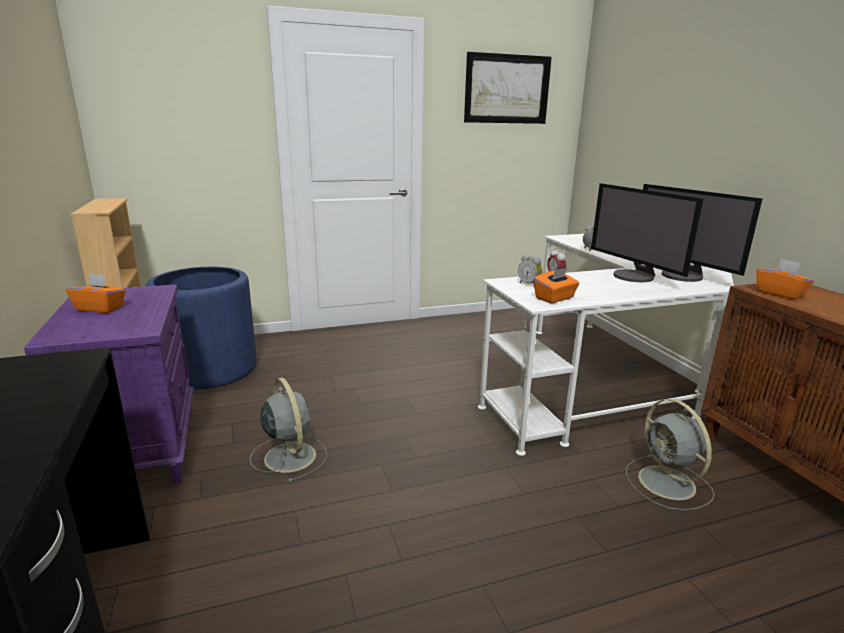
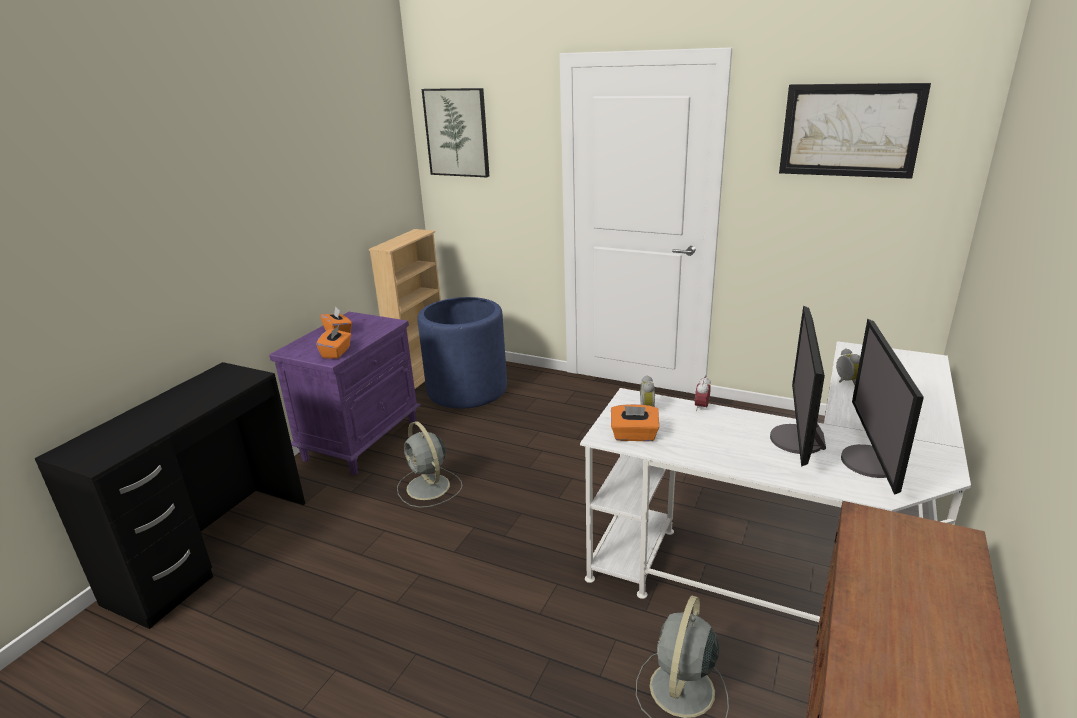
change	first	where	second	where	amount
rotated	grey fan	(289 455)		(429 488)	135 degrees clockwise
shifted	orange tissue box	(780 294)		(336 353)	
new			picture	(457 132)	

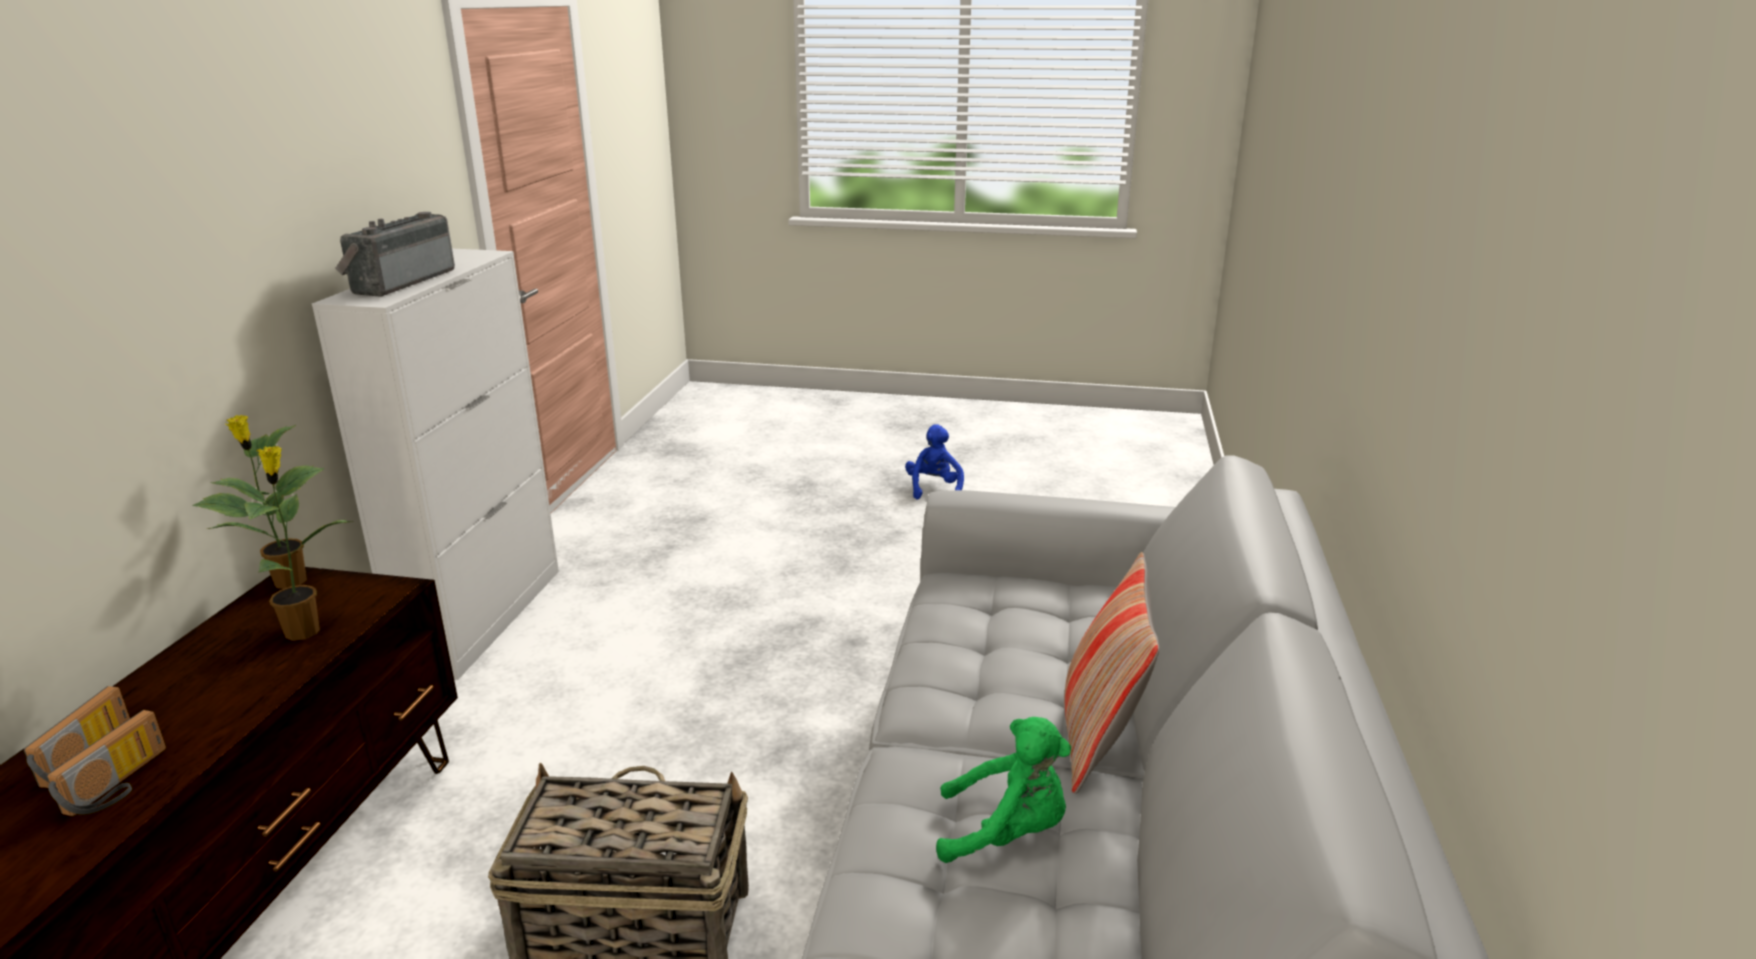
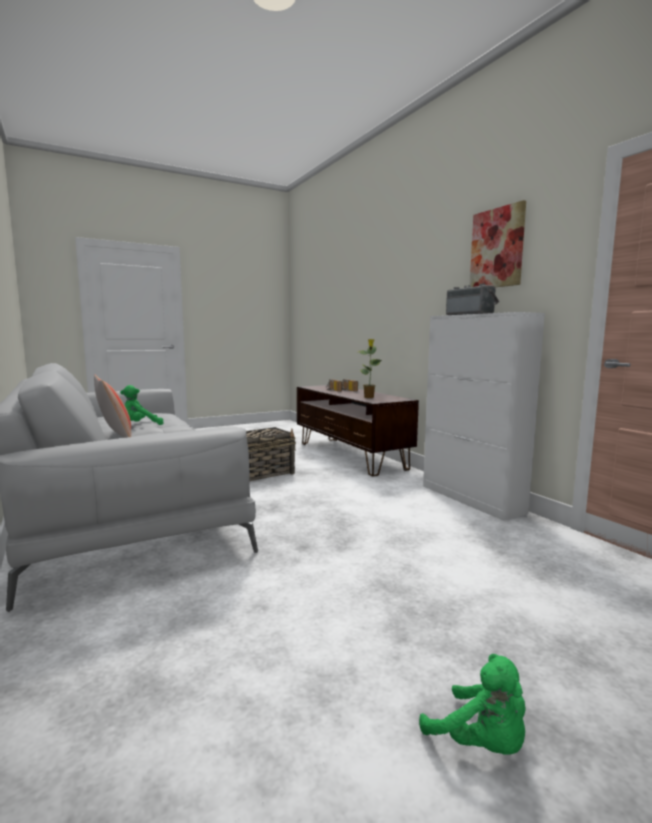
change	first	where	second	where	amount
gone	potted plant	(288 583)			
repainted	blue plush toy	(934 489)	green plush toy	(480 743)	
new			picture	(497 248)	

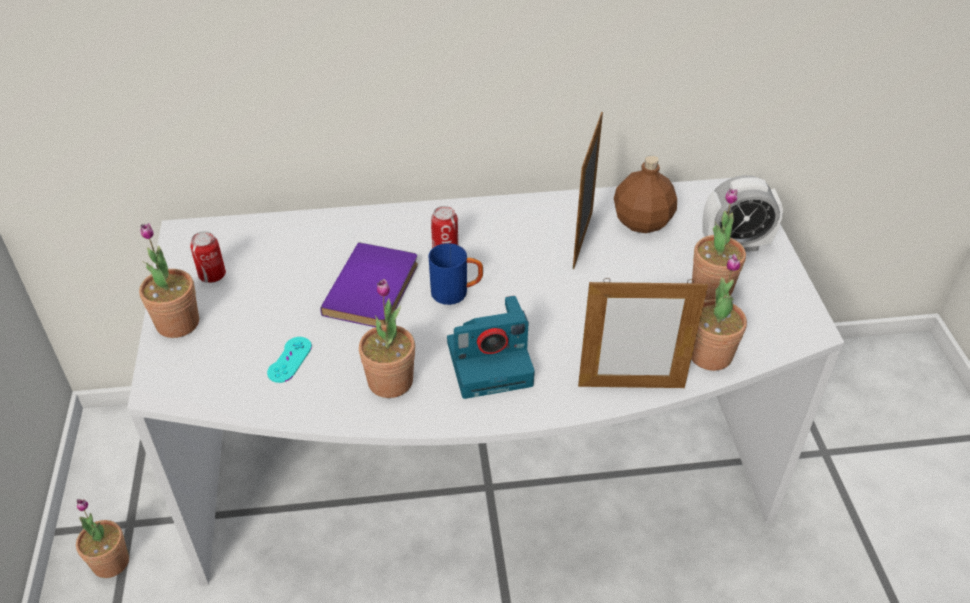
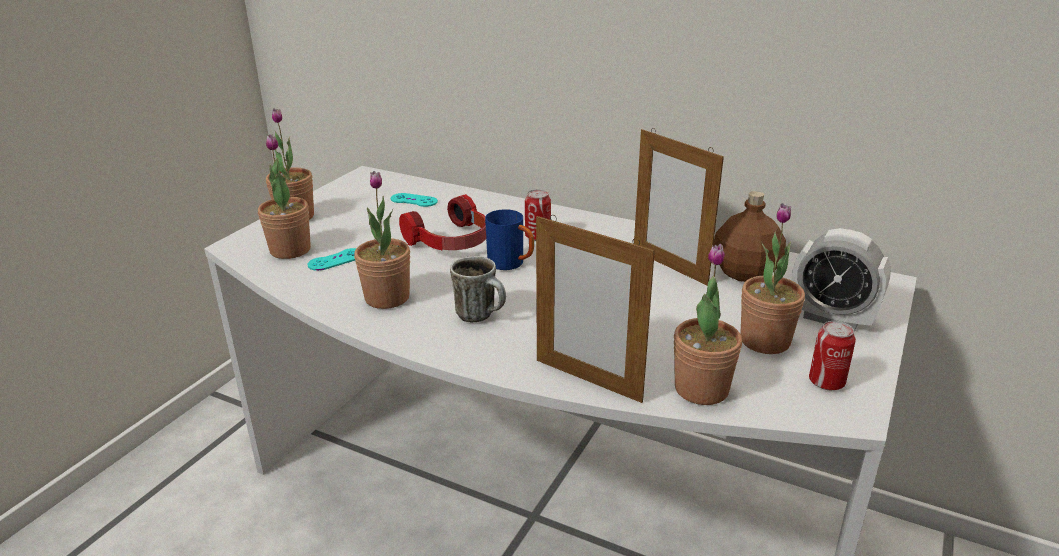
change	first	where	second	where	amount
shifted	potted plant	(111 562)		(290 250)	
shifted	can	(212 275)		(826 382)	
swapped	purple book	(375 289)	headphones	(451 242)	
swapped	photo camera	(491 362)	mug	(481 316)	
rotated	picture frame	(583 239)		(669 267)	90 degrees counterclockwise
new			turquoise game controller	(414 200)	

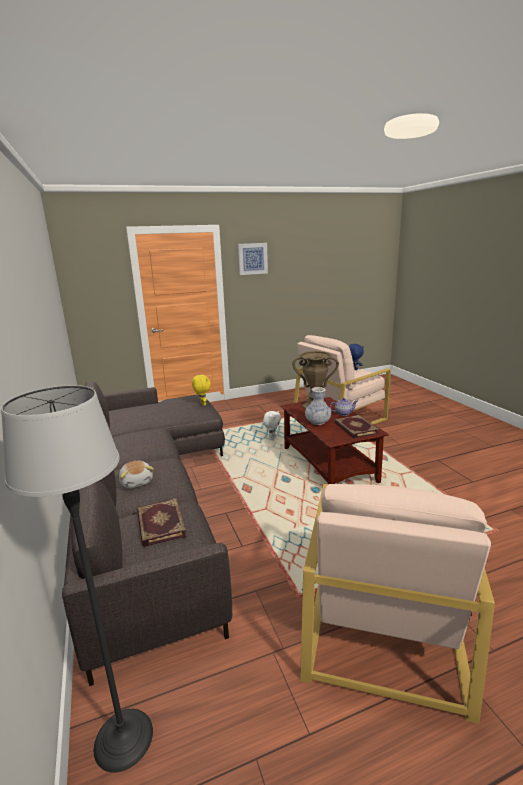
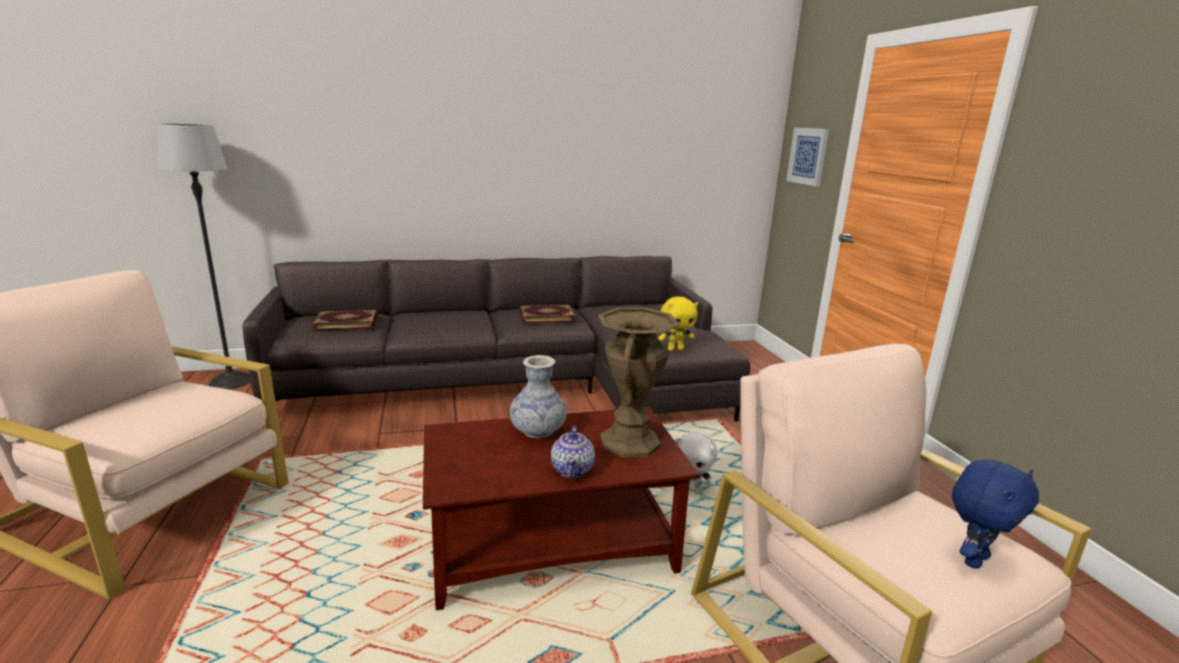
change	first	where	second	where	amount
gone	plush toy	(137 482)			
shifted	picture	(252 258)		(808 156)	
shifted	book	(355 428)		(546 316)	

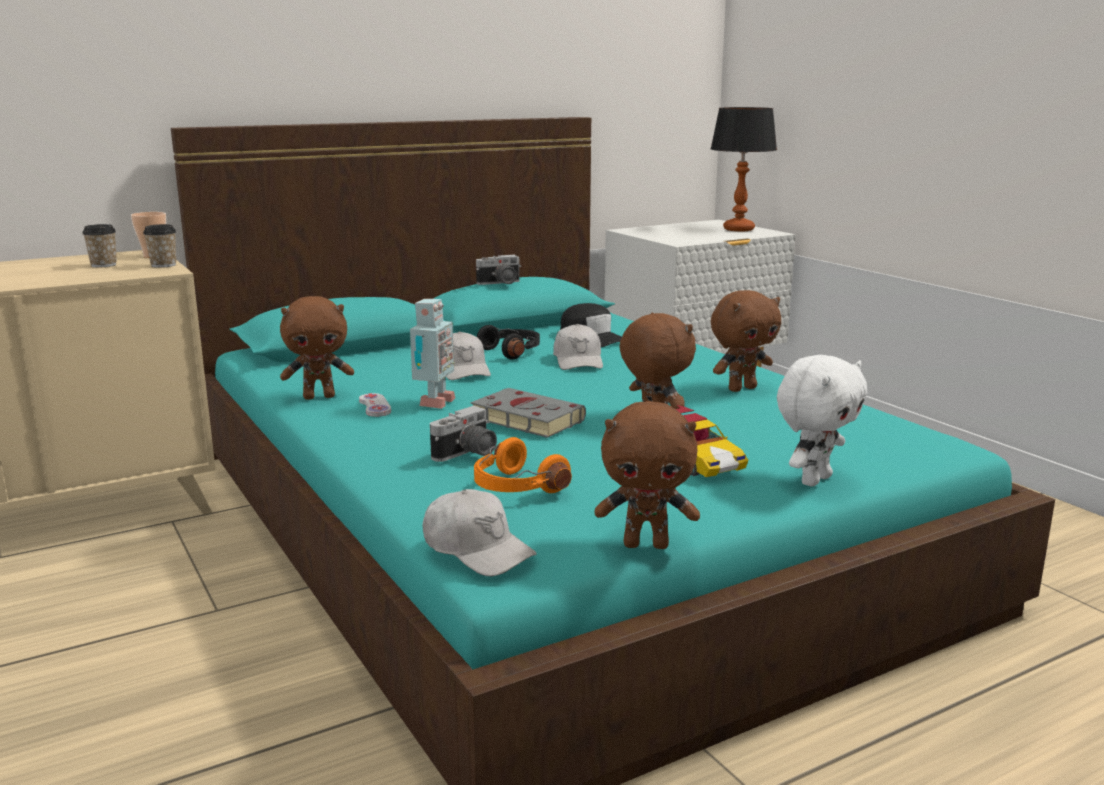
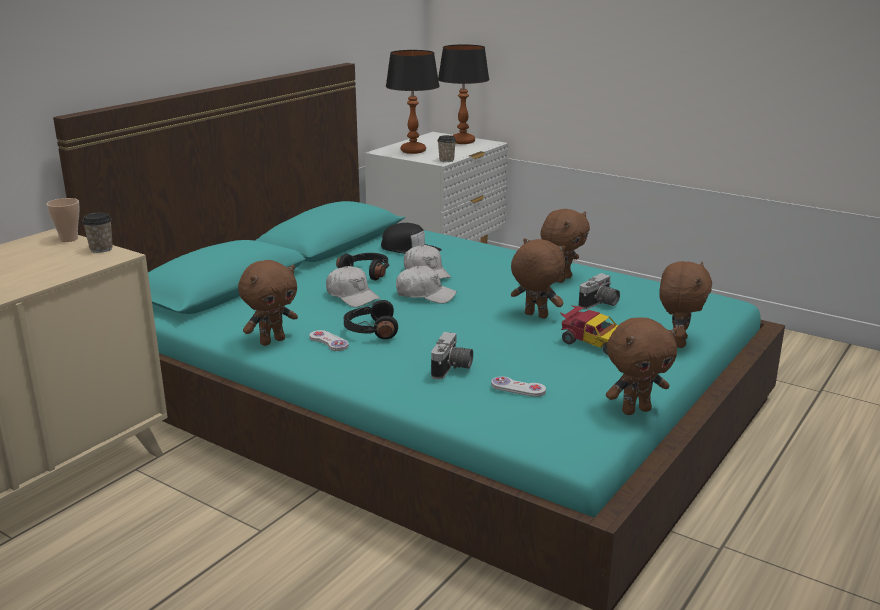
change	first	where	second	where	amount
shifted	cup	(103 265)		(446 160)	
swapped	toy robot	(433 403)	black headphones	(370 330)	
shifted	white cap	(477 549)		(425 295)	
gone	grey book	(524 419)			
swapped	orange headphones	(515 487)	white game controller	(518 388)	
shifted	photo camera	(500 283)		(600 304)	
repainted	white plush toy	(814 480)	brown plush toy	(678 342)	
new			table lamp	(413 151)	

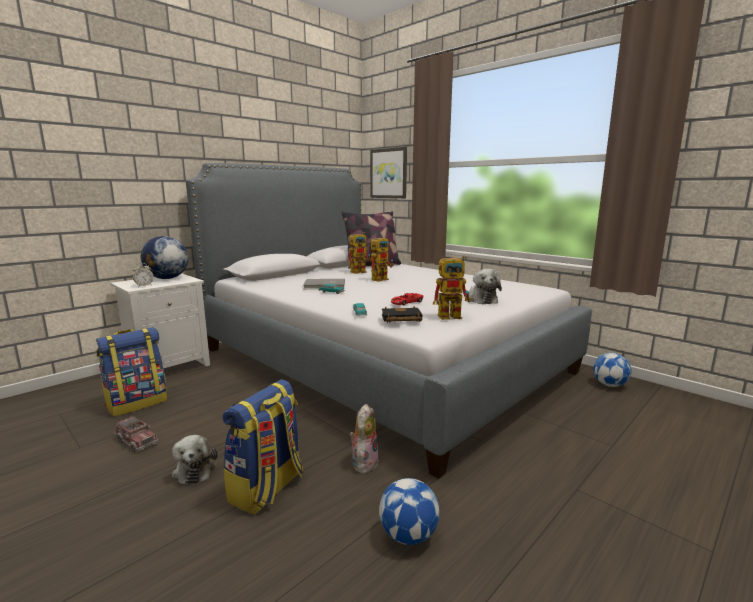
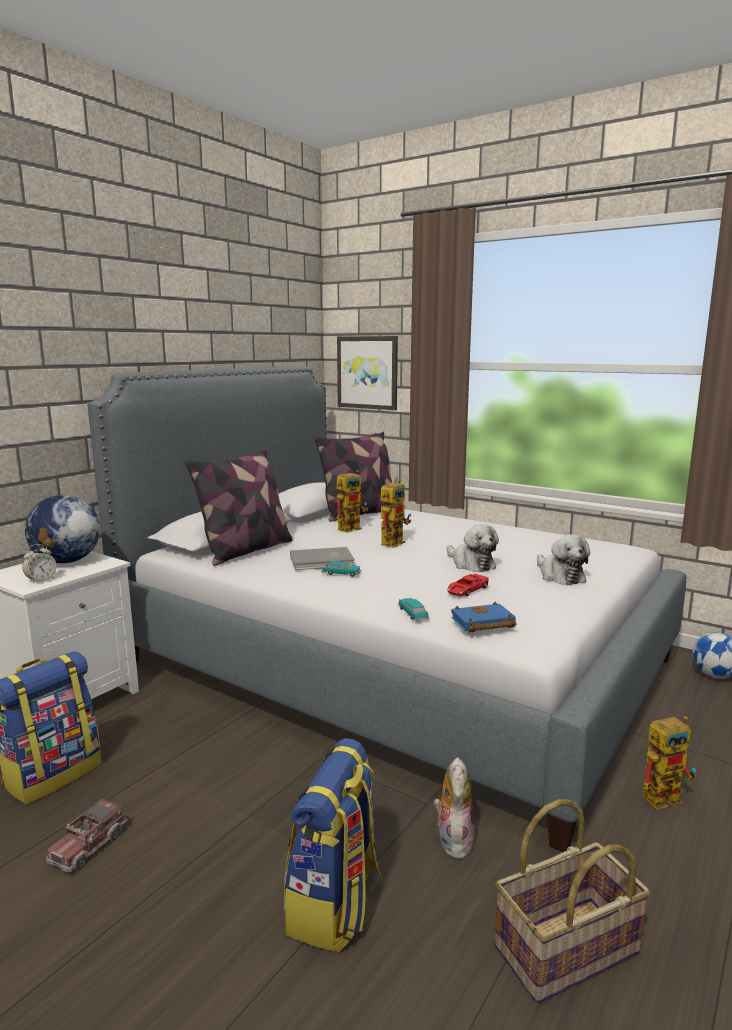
change	first	where	second	where	amount
rotated	toy truck	(137 441)		(88 846)	90 degrees clockwise
shifted	plush toy	(194 469)		(471 564)	
swapped	football	(408 535)	basket	(567 952)	
repainted	black book	(400 319)	blue book	(482 624)	
shifted	toy robot	(454 316)		(665 795)	
new			pillow	(246 550)	

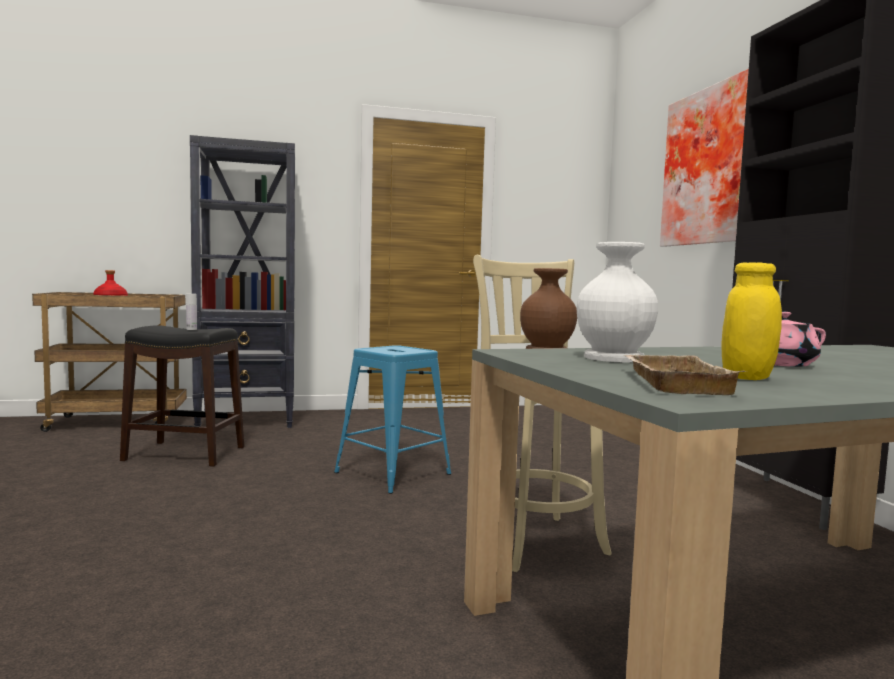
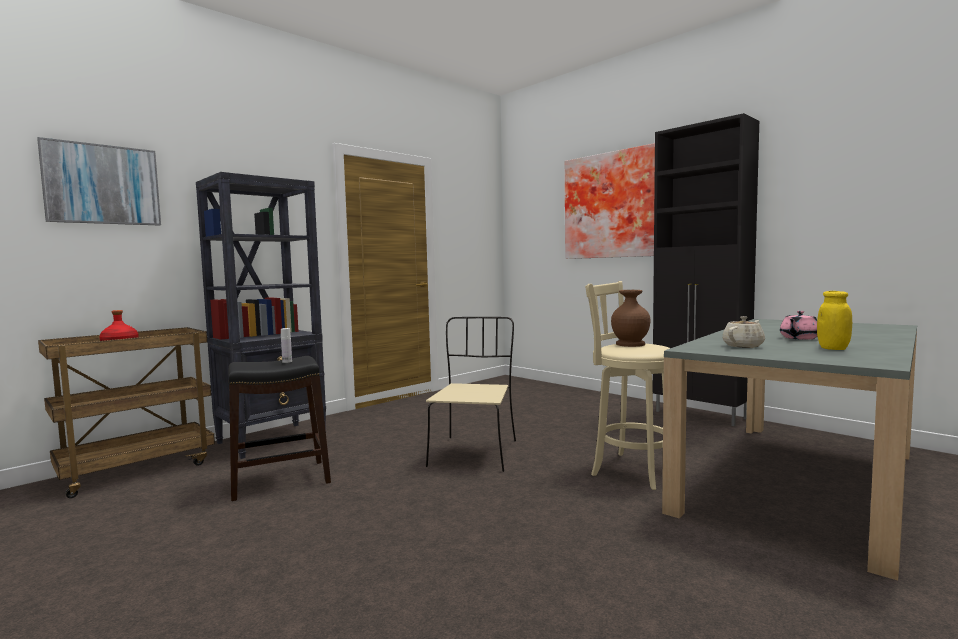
change	first	where	second	where	amount
swapped	blue stool	(392 473)	beige chair	(474 452)	
swapped	white vase	(614 358)	beige teapot	(743 346)	
gone	beige tray	(671 382)			
new			picture	(102 184)	

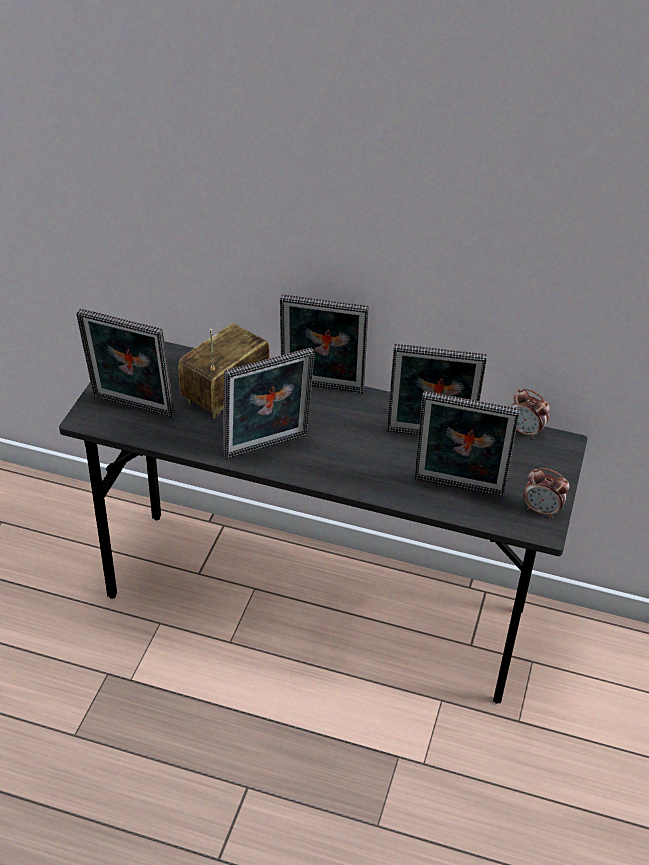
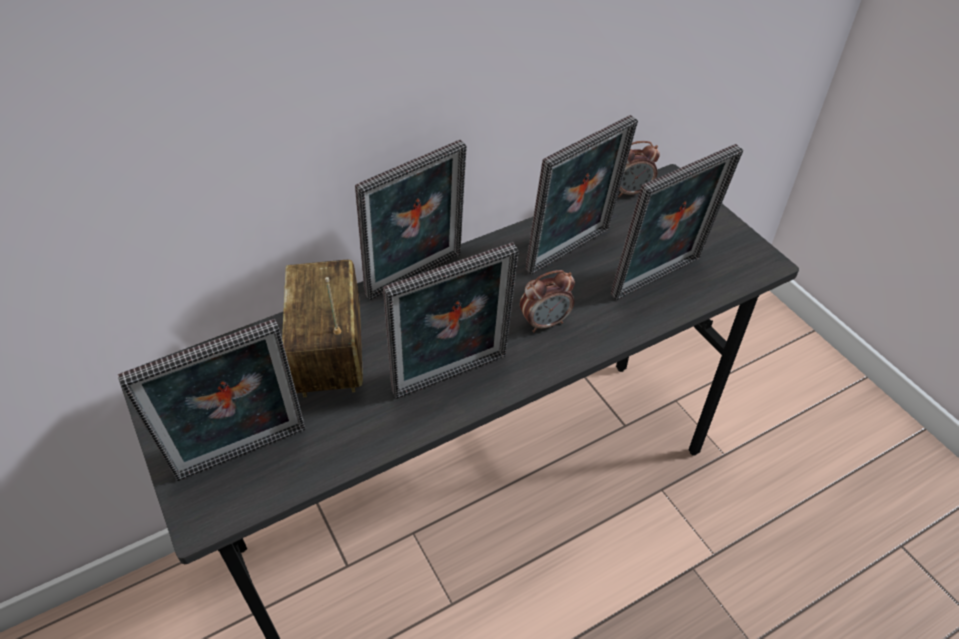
change	first	where	second	where	amount
rotated	picture frame	(267 448)		(453 379)	45 degrees clockwise
shifted	alarm clock	(541 510)		(545 322)	

